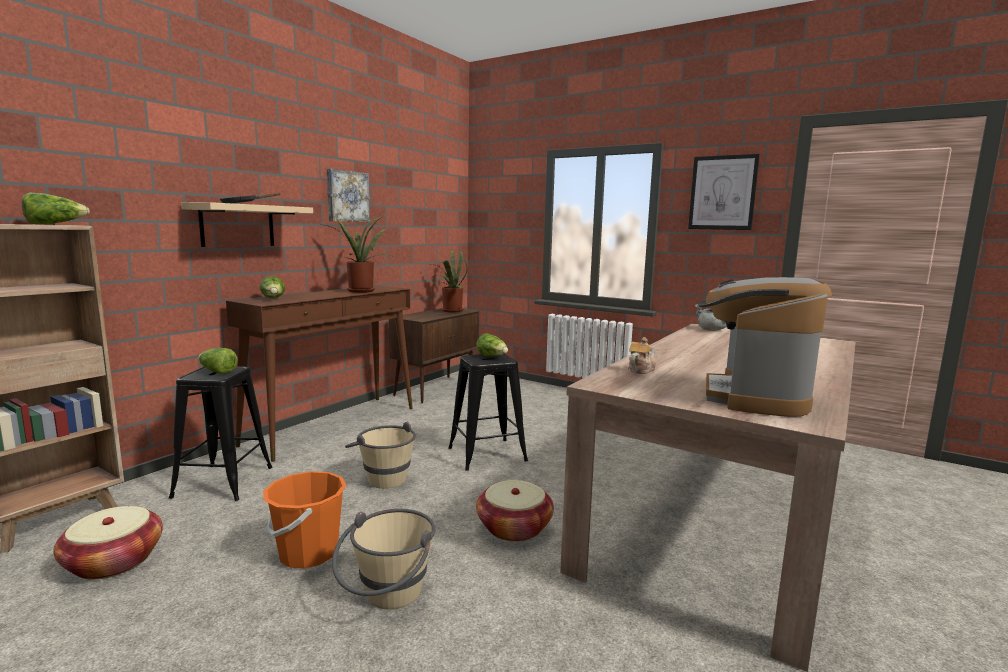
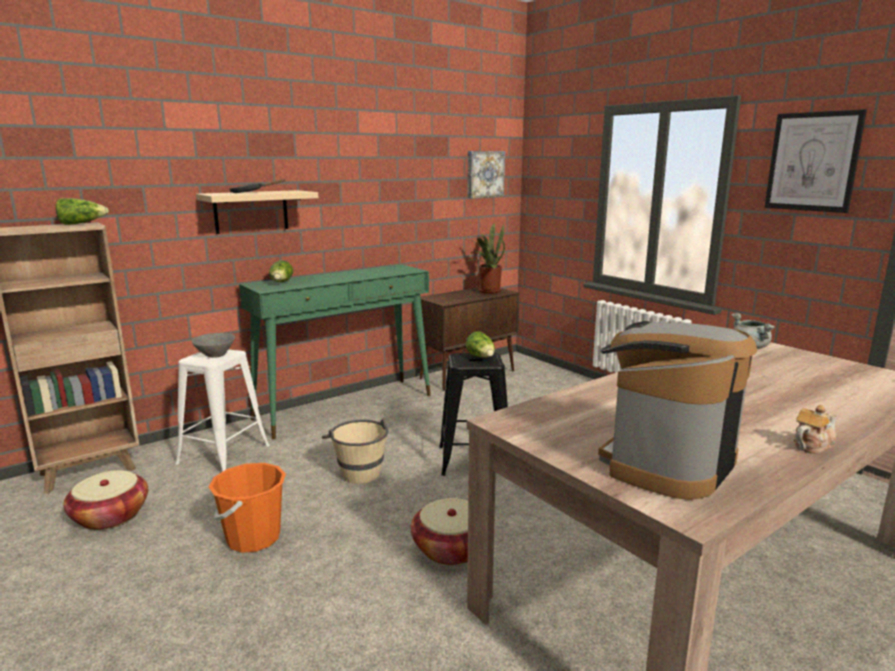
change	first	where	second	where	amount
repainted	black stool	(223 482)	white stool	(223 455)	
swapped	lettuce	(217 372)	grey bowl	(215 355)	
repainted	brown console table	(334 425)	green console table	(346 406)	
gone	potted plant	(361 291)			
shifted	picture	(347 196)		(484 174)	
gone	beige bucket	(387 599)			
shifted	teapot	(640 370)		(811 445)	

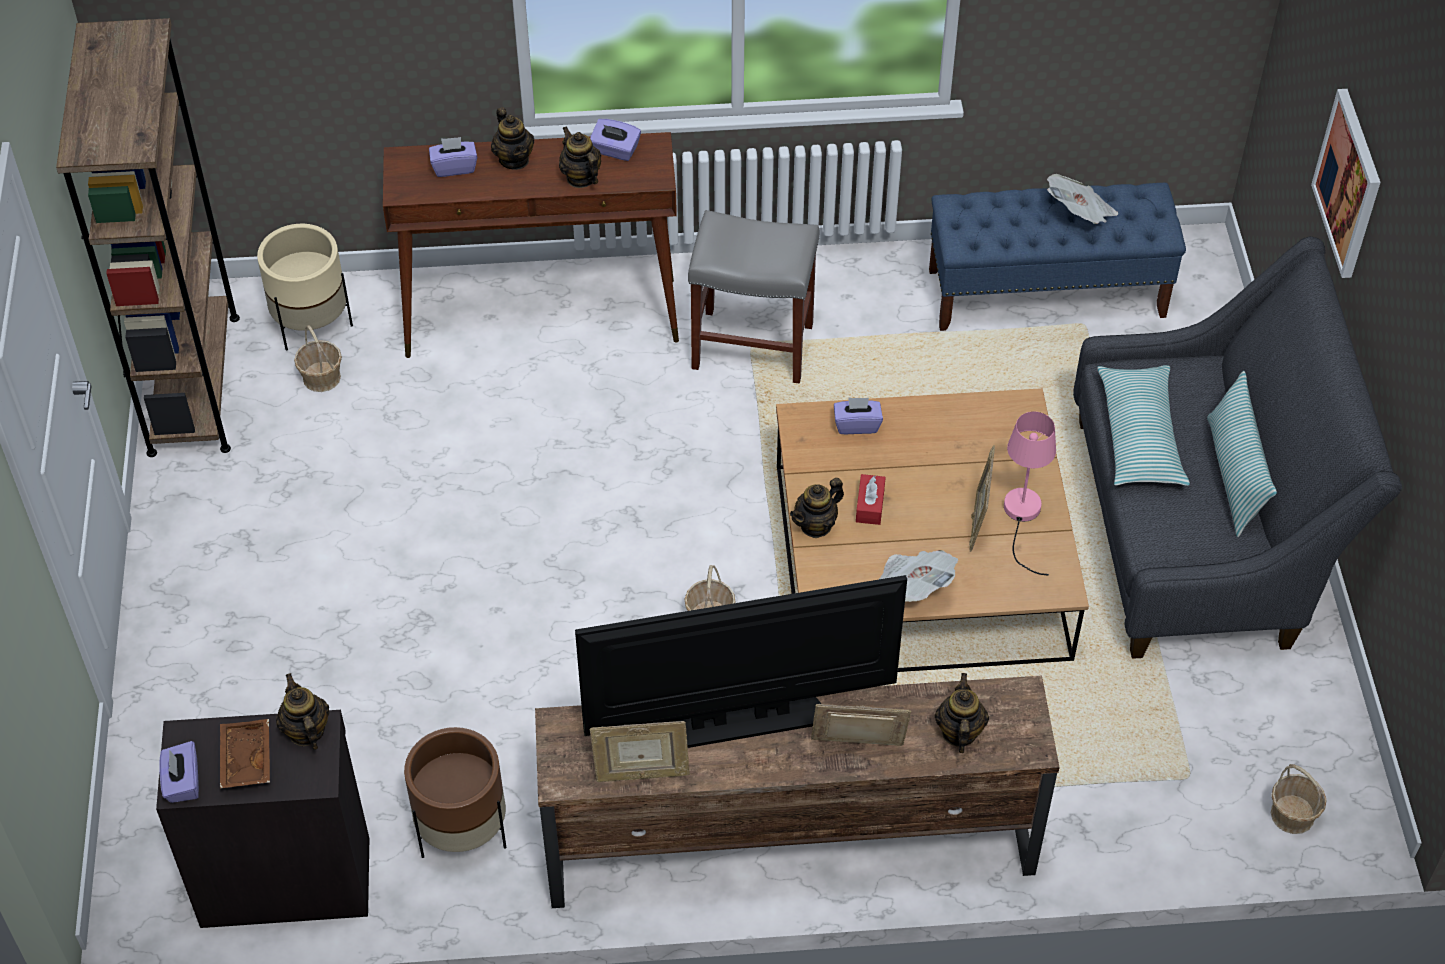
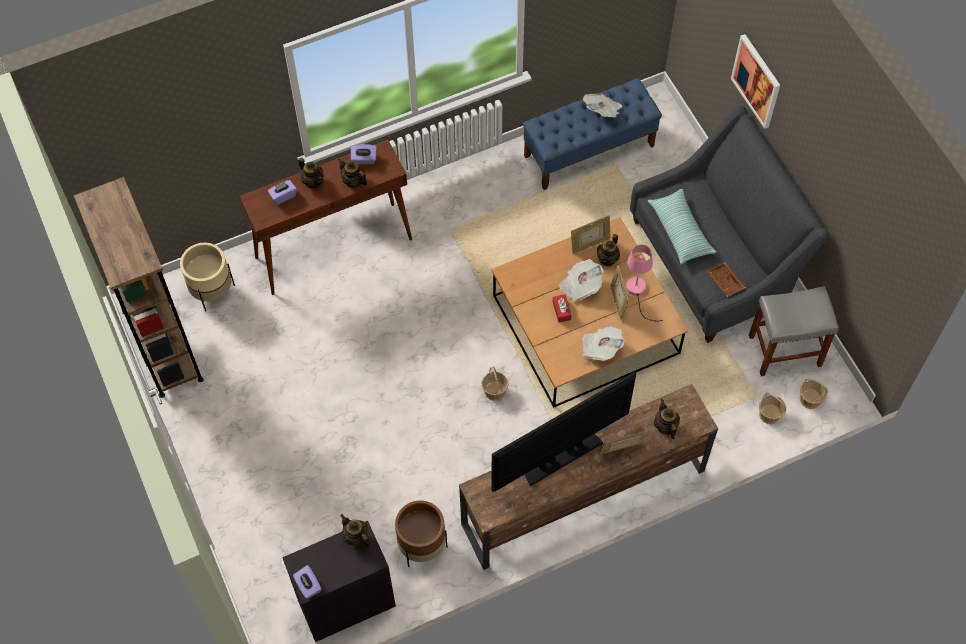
change	first	where	second	where	amount
shifted	brown tray	(244 760)		(724 282)	
shifted	basket	(321 378)		(769 414)	
shifted	picture frame	(641 774)		(589 244)	
shifted	grey stool	(754 345)		(785 350)	
shifted	teapot	(816 525)		(607 259)	
gone	purple tissue box	(857 425)			
gone	pillow	(1234 475)			
new			newspaper	(580 286)	

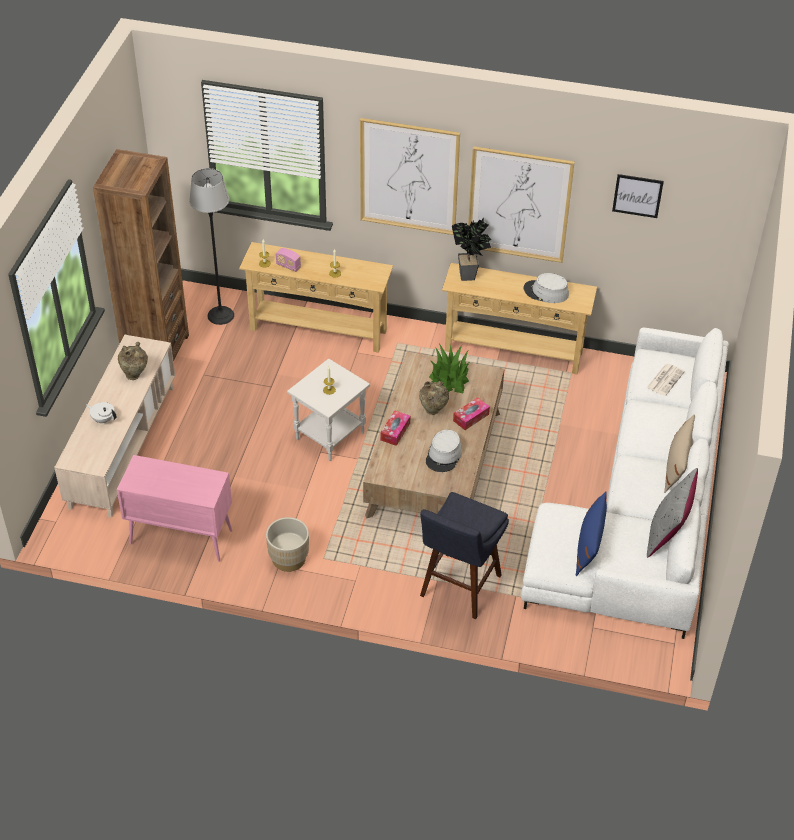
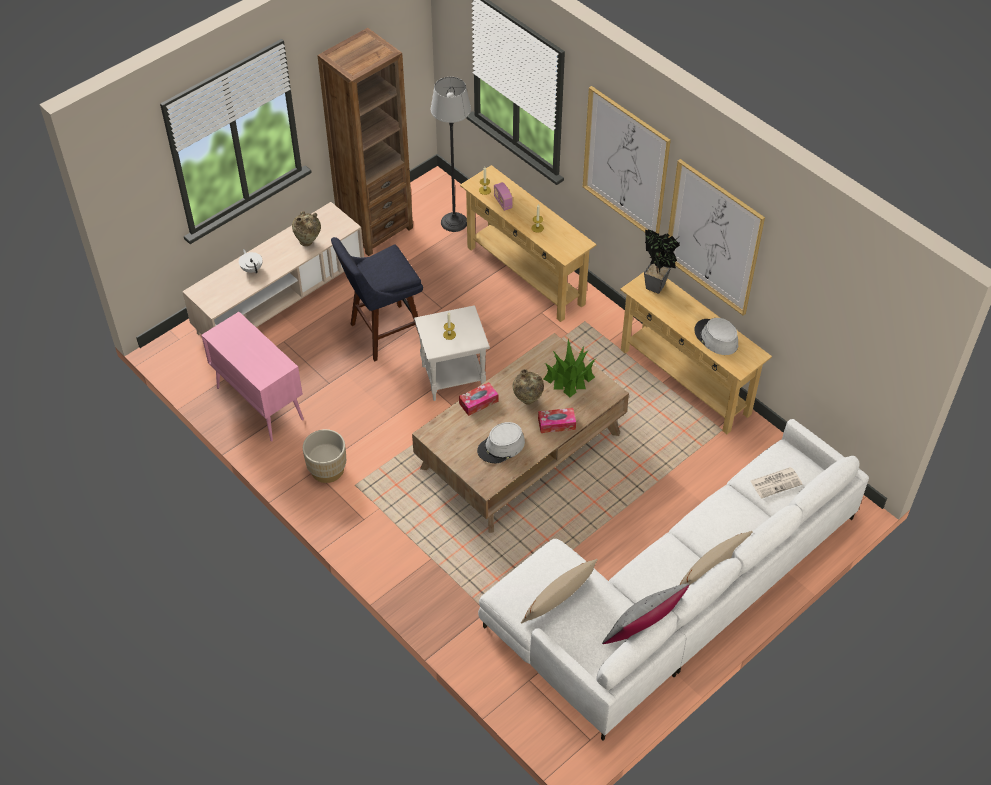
change	first	where	second	where	amount
shifted	blue stool	(458 589)		(382 334)	
repainted	blue pillow	(589 545)	beige pillow	(559 601)	
gone	picture	(637 195)			

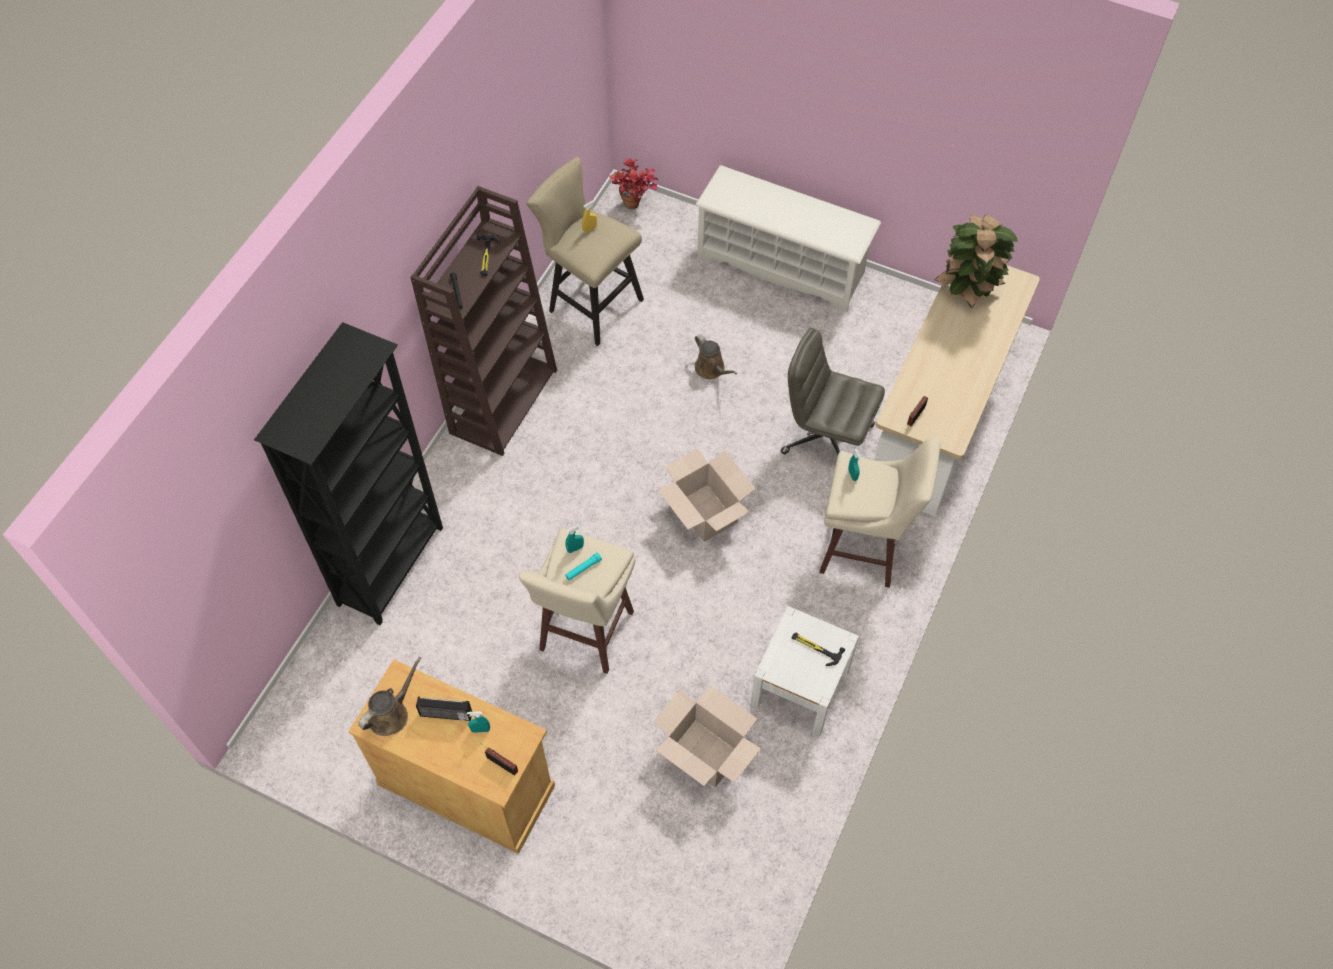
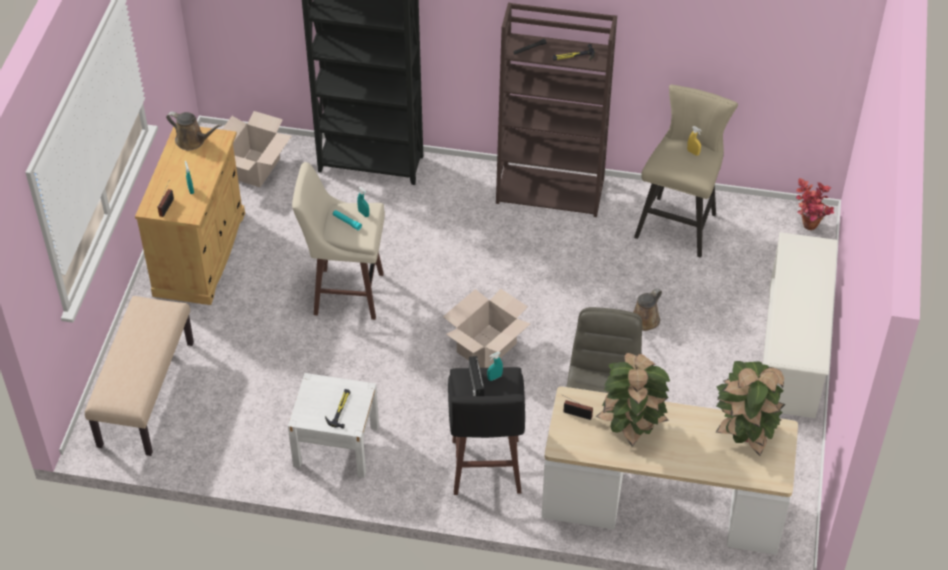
change	first	where	second	where	amount
shifted	radio	(446 715)		(475 387)	
shifted	cardboard box	(704 753)		(254 168)	
repainted	beige stool	(863 551)	black stool	(485 469)	
new			beige bench	(145 393)	
new			potted plant	(630 428)	

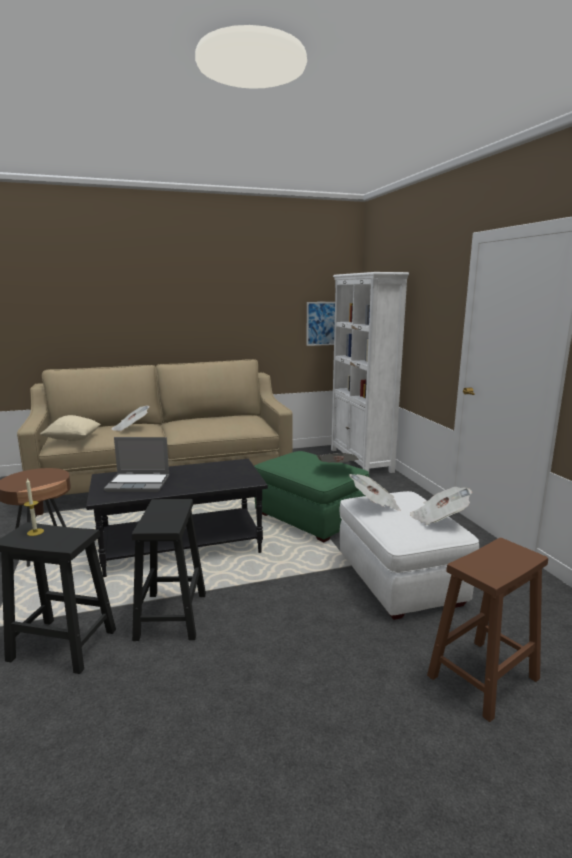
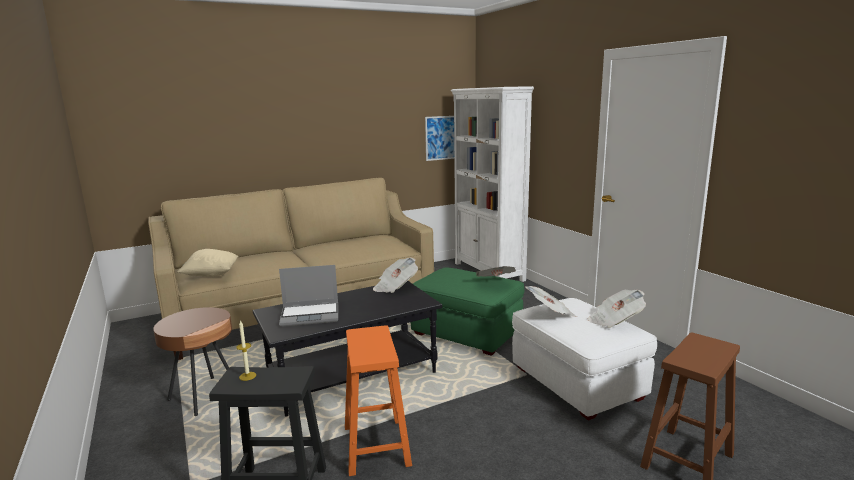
change	first	where	second	where	amount
shifted	newspaper	(131 428)		(395 287)	
repainted	black stool	(171 614)	orange stool	(376 444)	

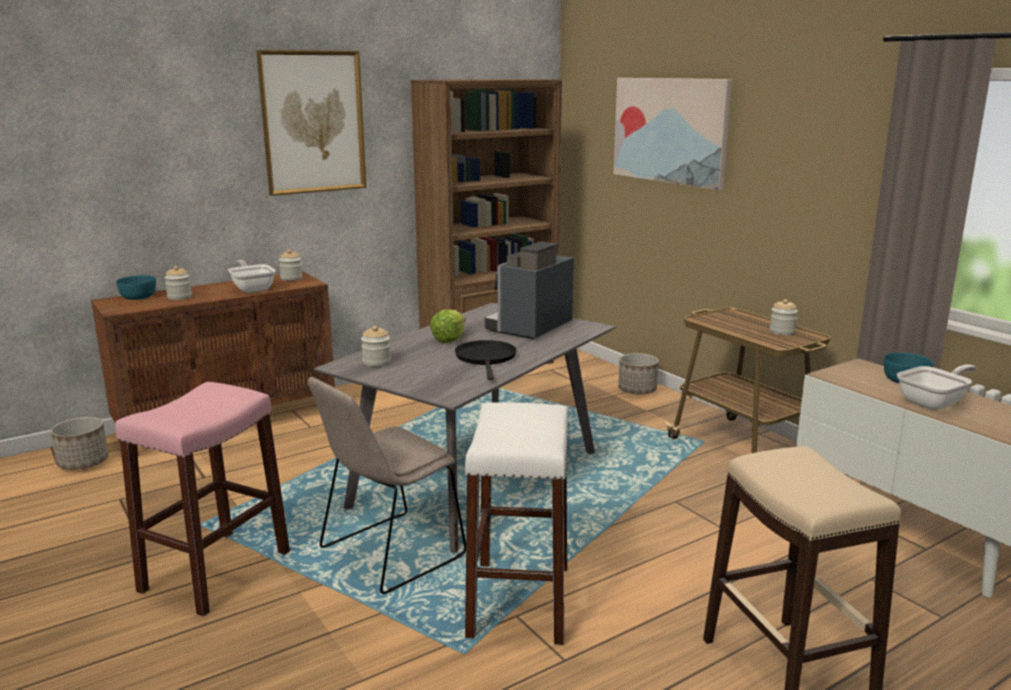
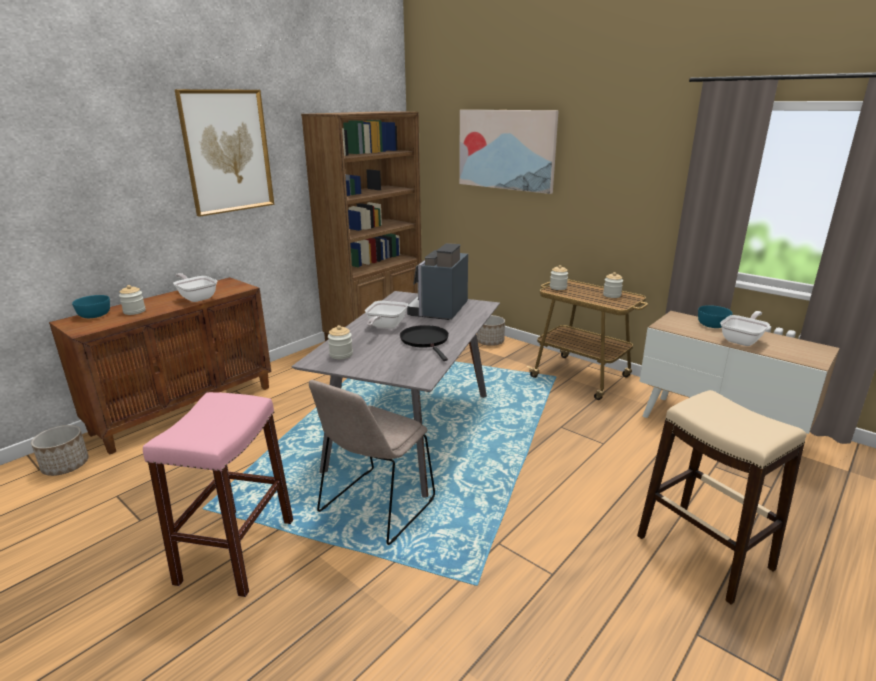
change	first	where	second	where	amount
shifted	jar	(291 278)		(558 287)	
swapped	lettuce	(449 339)	frying pan	(385 327)	
gone	white stool	(519 600)			

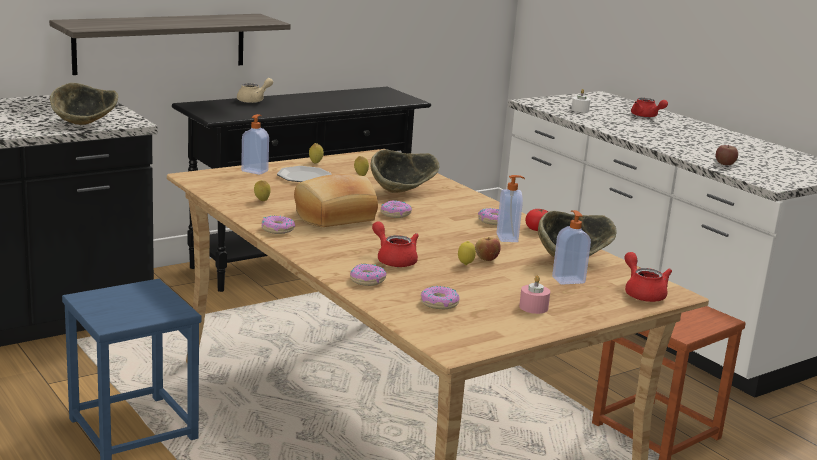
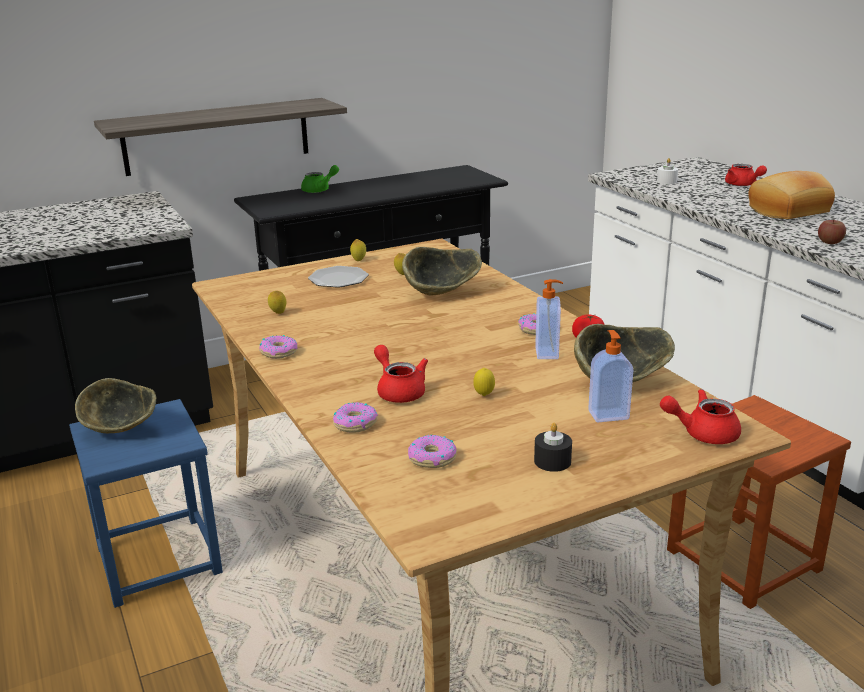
change	first	where	second	where	amount
shifted	bowl	(84 125)		(122 431)	
repainted	beige teapot	(254 100)	green teapot	(320 190)	
gone	soap dispenser	(255 171)			
shifted	bread	(335 218)		(789 211)	
gone	donut	(395 214)			
gone	apple	(486 259)			
repainted	pink candle	(533 307)	black candle	(552 461)	
rotated	red teapot	(642 293)		(702 433)	75 degrees counterclockwise

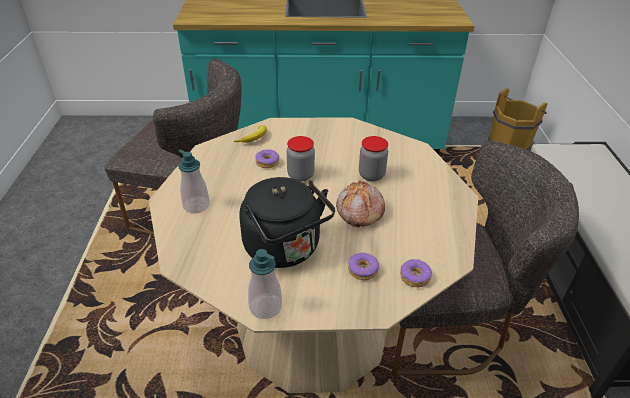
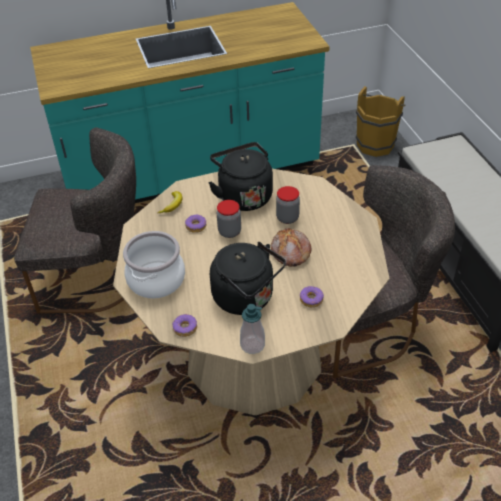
change	first	where	second	where	amount
swapped	soap dispenser	(196 205)	cooking pot	(157 280)	
shifted	donut	(414 277)		(185 328)	
new			black kettle	(243 196)	

